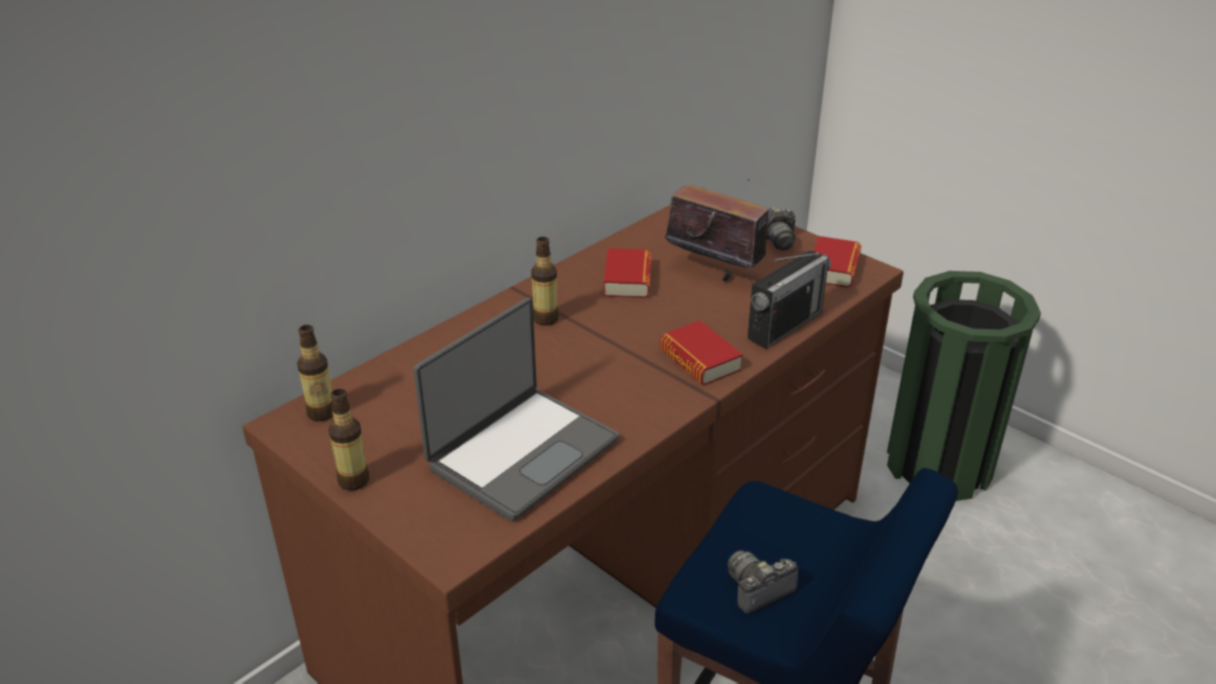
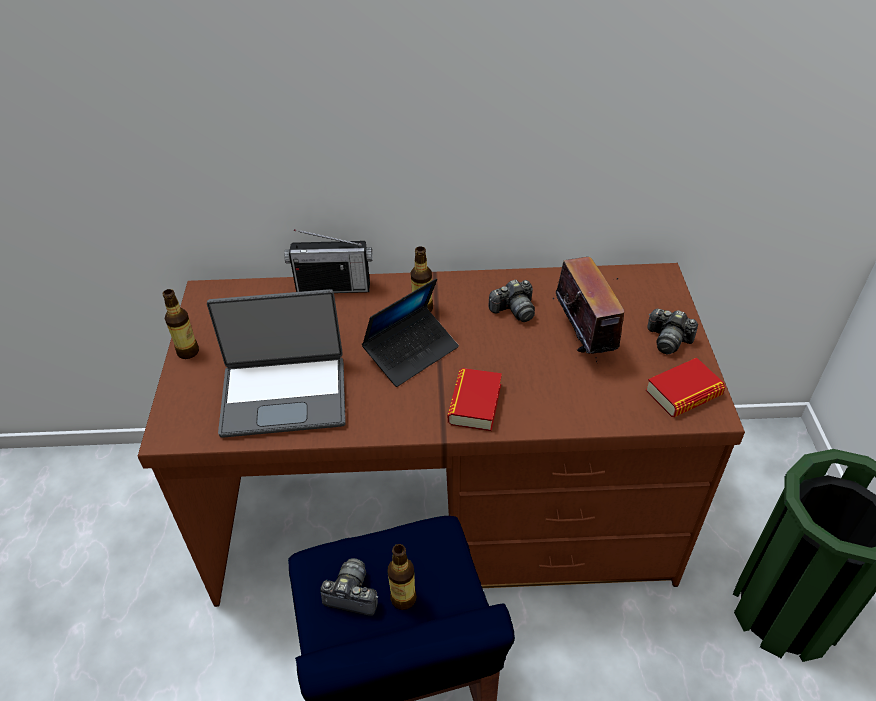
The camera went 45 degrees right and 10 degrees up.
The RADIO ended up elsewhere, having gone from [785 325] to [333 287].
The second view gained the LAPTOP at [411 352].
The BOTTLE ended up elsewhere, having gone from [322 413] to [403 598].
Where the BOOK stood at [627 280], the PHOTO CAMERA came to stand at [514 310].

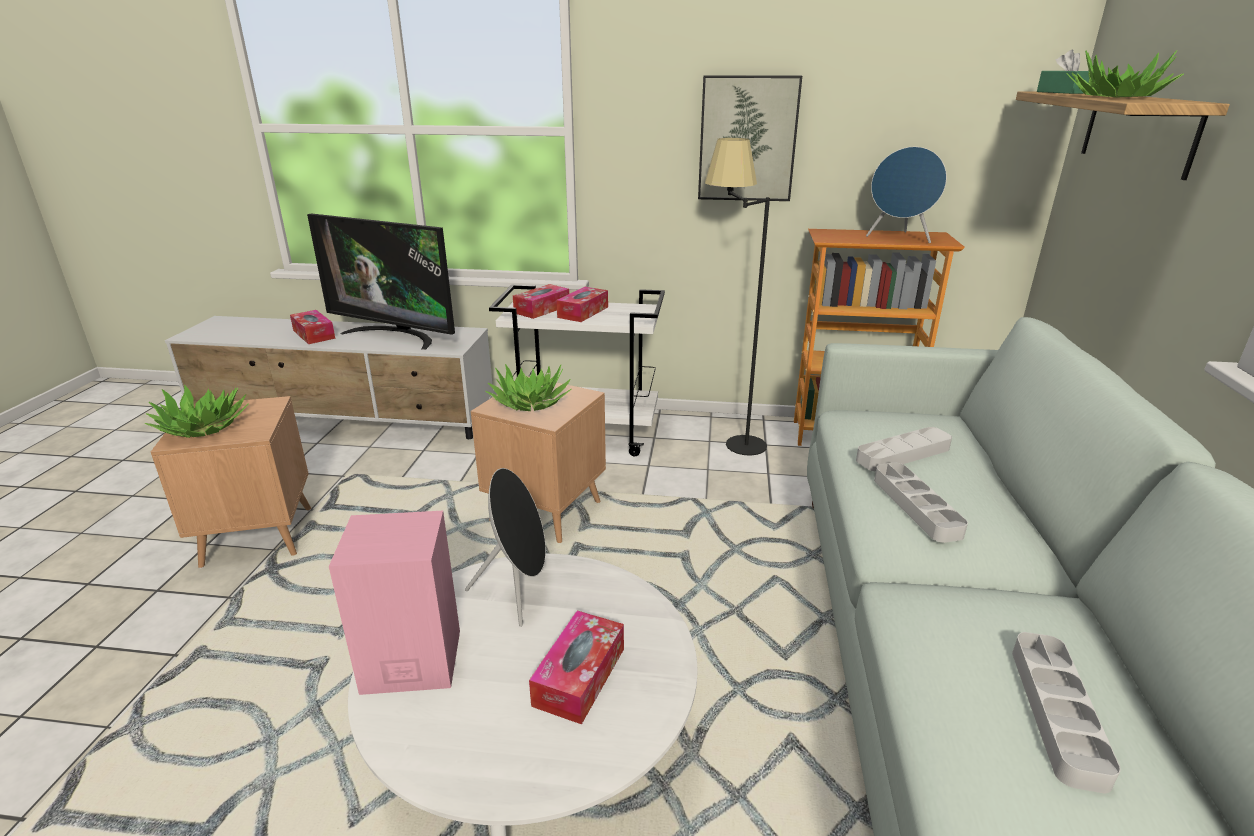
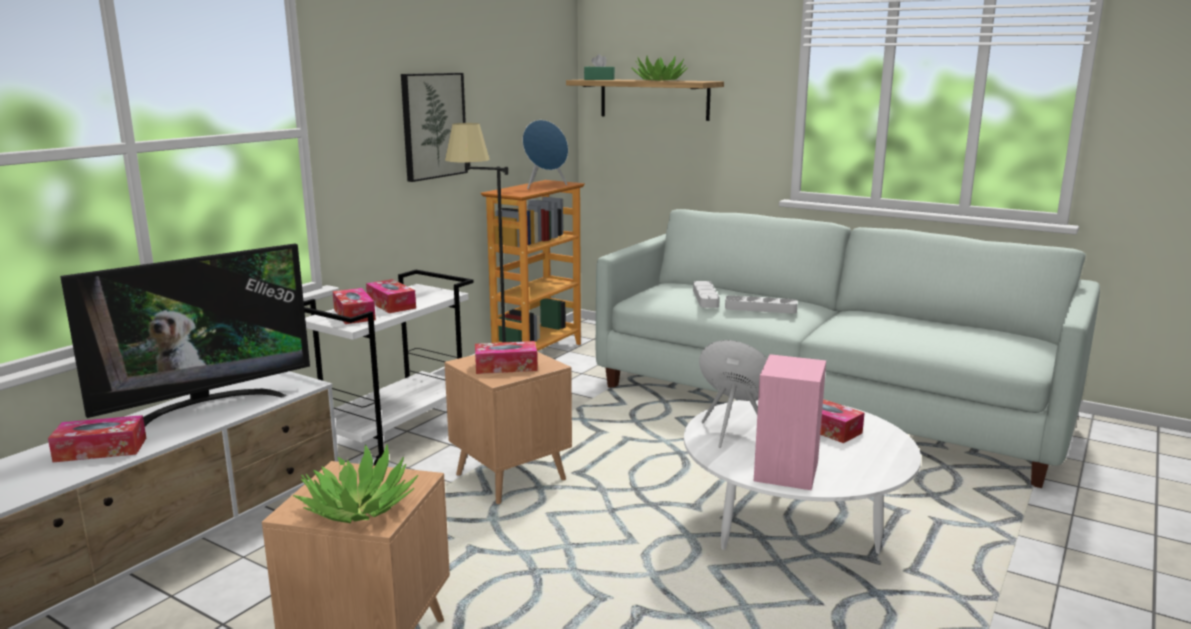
The camera went 65 degrees left and 10 degrees down.
Where the POTTED PLANT stood at [530 402], the TISSUE BOX came to stand at [506 366].
The second view lost the GREY TRAY at [1057 712].

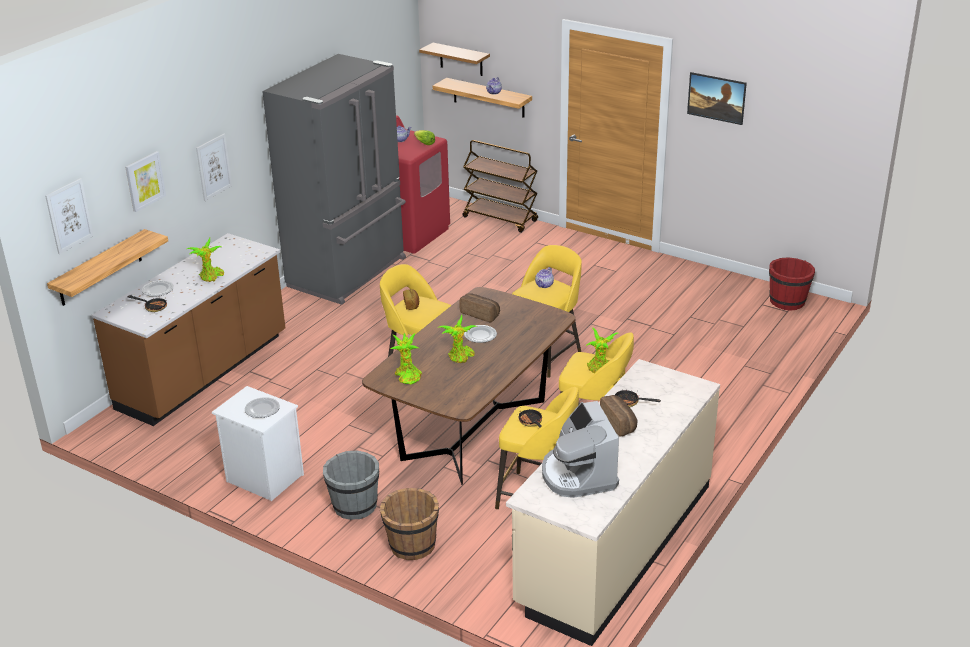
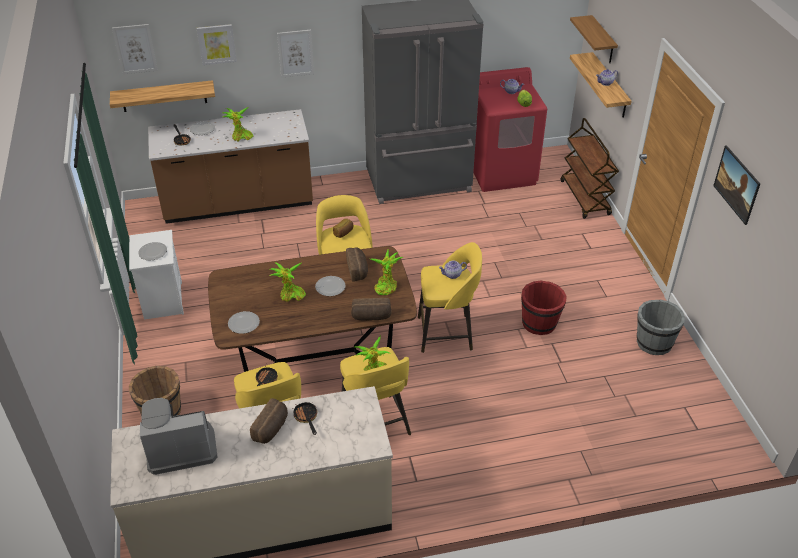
The camera went 45 degrees right and 10 degrees up.
The COFFEE MACHINE at [578 475] ended up facing another way, 45 degrees clockwise from before.
The second view gained the PLATE at [244 324].
The second view gained the BREAD at [371 317].
The POTTED PLANT ended up elsewhere, having gone from [407 376] to [386 286].
The RED BUCKET ended up elsewhere, having gone from [787 301] to [539 323].
The GREY BUCKET ended up elsewhere, having gone from [354 506] to [653 342].

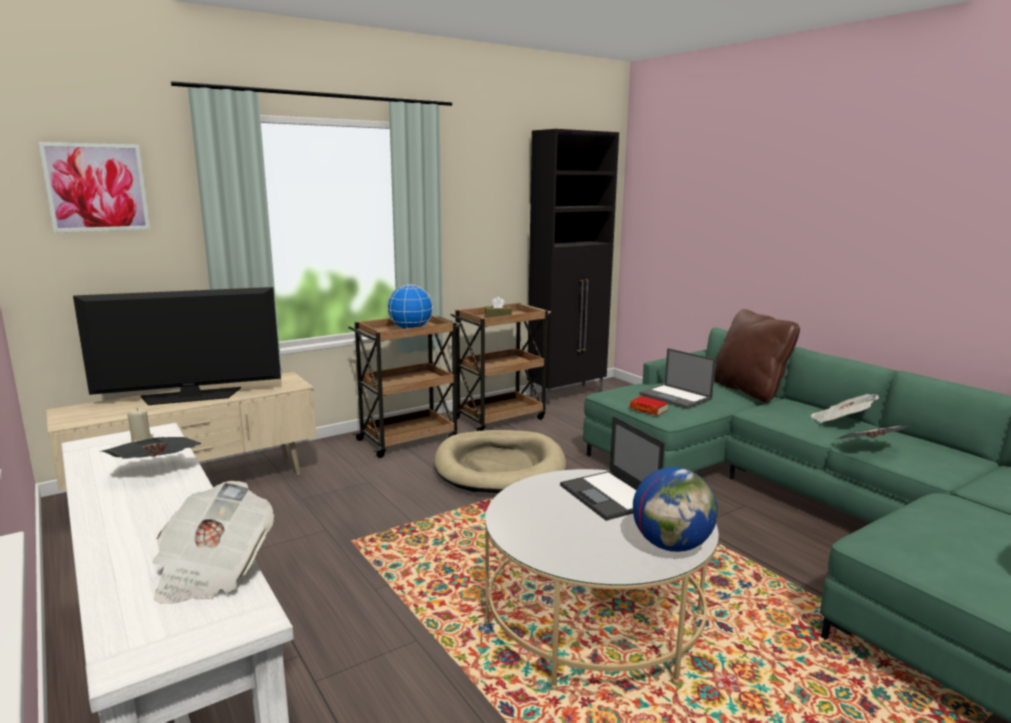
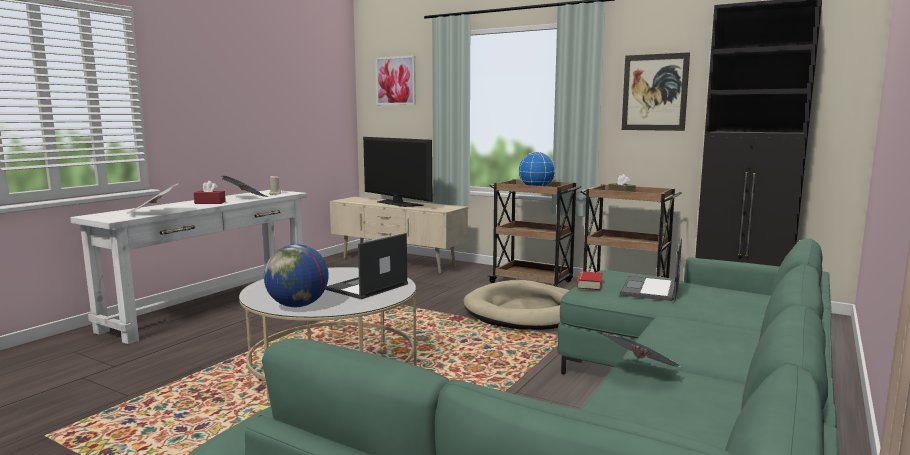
The camera went 65 degrees right and 5 degrees down.
The second view gained the RED TISSUE BOX at [210 203].
The second view gained the PICTURE at [654 92].
The second view lost the BROWN PILLOW at [750 391].
The second view lost the NEWSPAPER at [840 422].

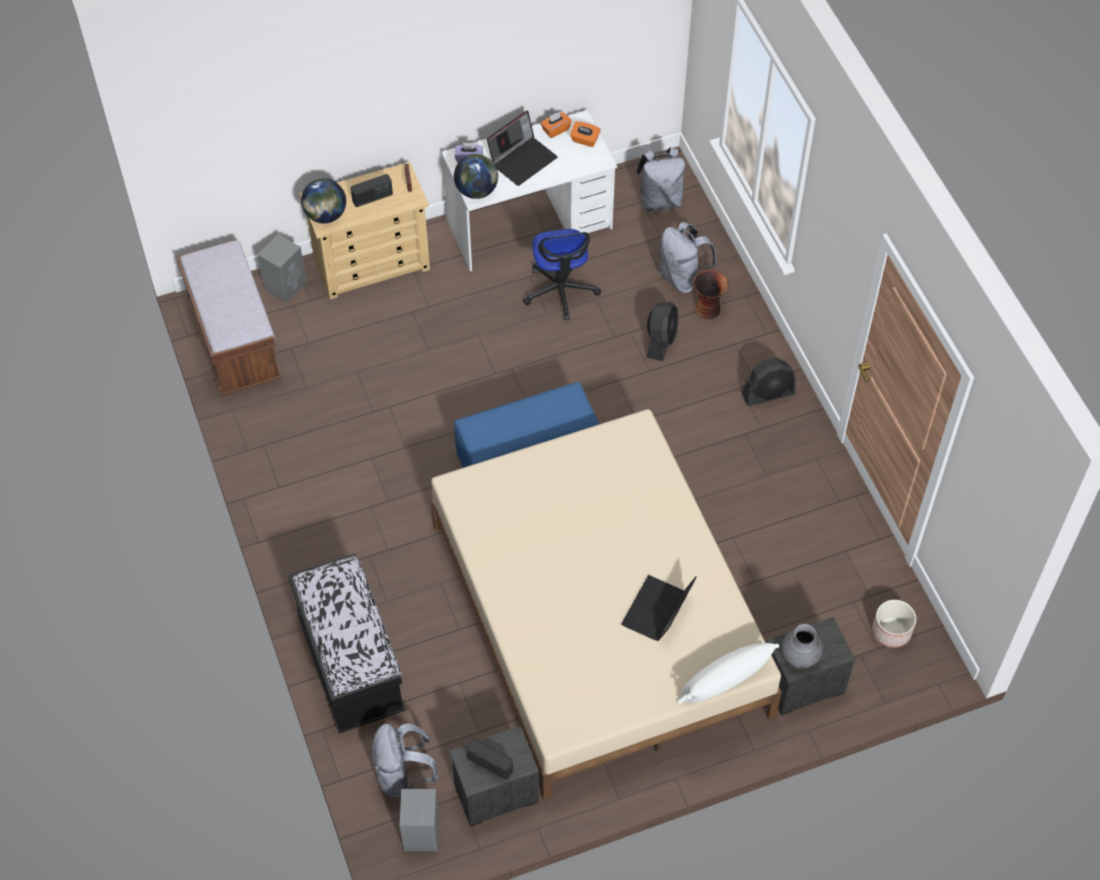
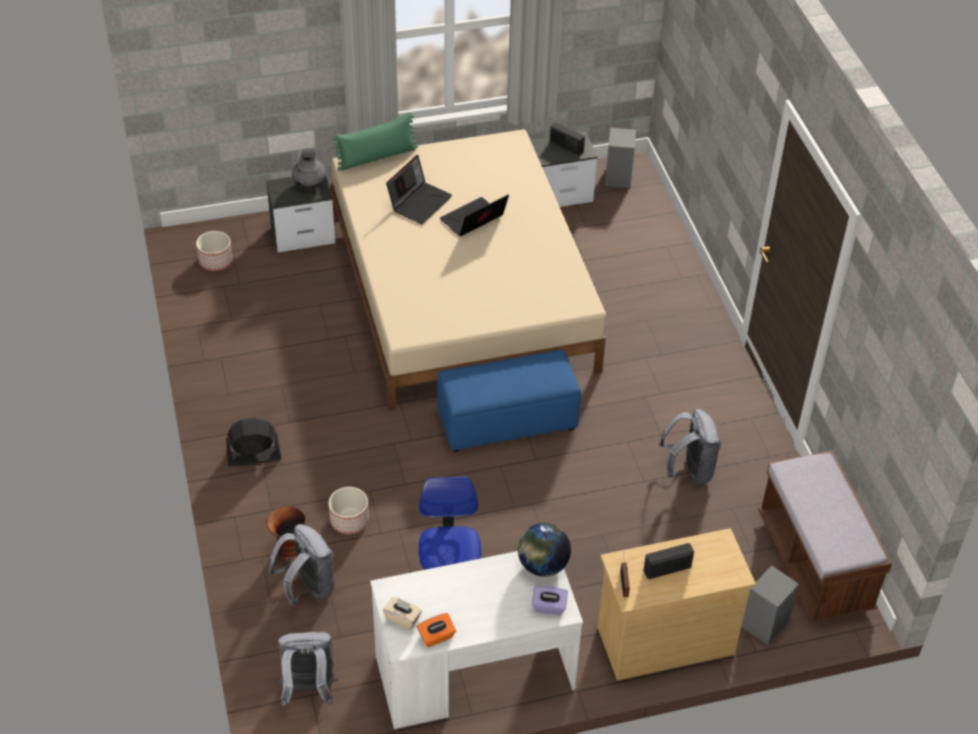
The camera went 175 degrees left and 10 degrees down.
Where the BLACK FAN stood at [661 340], the PLANTER came to stand at [349 521].
What was the WHITE PILLOW at [725 681] turned into the GREEN PILLOW at [377 157].
What was the ORANGE TISSUE BOX at [584 140] turned into the BEIGE TISSUE BOX at [402 618].
The LAPTOP ended up elsewhere, having gone from [522 159] to [473 221].
The GREY BACKPACK ended up elsewhere, having gone from [404 775] to [688 471].
The second view lost the BLACK BENCH at [350 664].
The second view lost the GLOBE at [325 215].

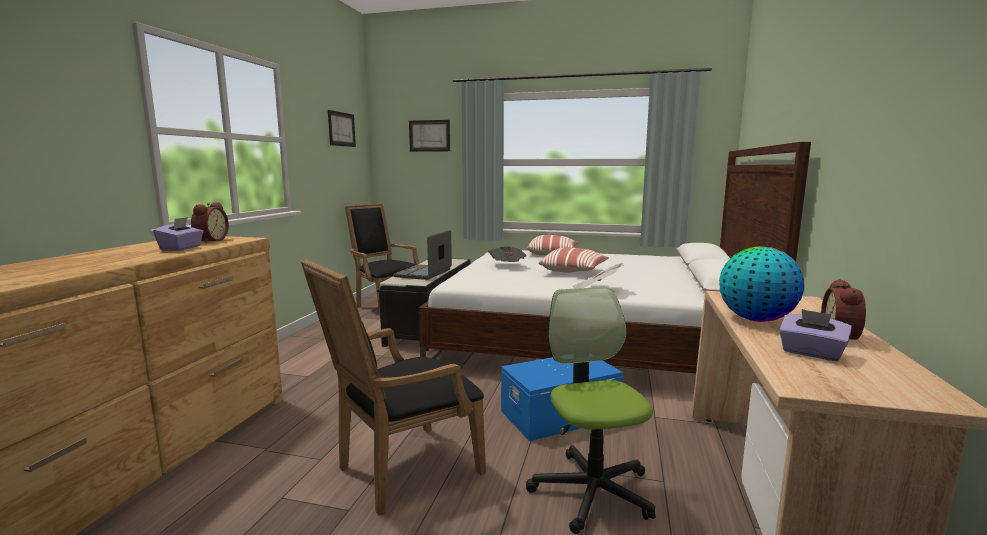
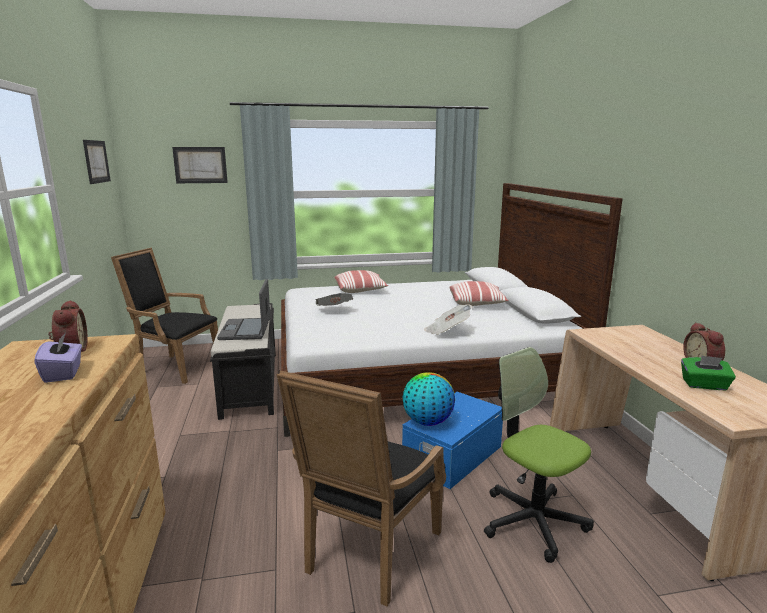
The camera went 25 degrees left and 5 degrees up.
The GLOBE ended up elsewhere, having gone from [755 319] to [427 422].
The PILLOW ended up elsewhere, having gone from [574 271] to [477 303].
What was the PURPLE TISSUE BOX at [811 353] turned into the GREEN TISSUE BOX at [704 385].

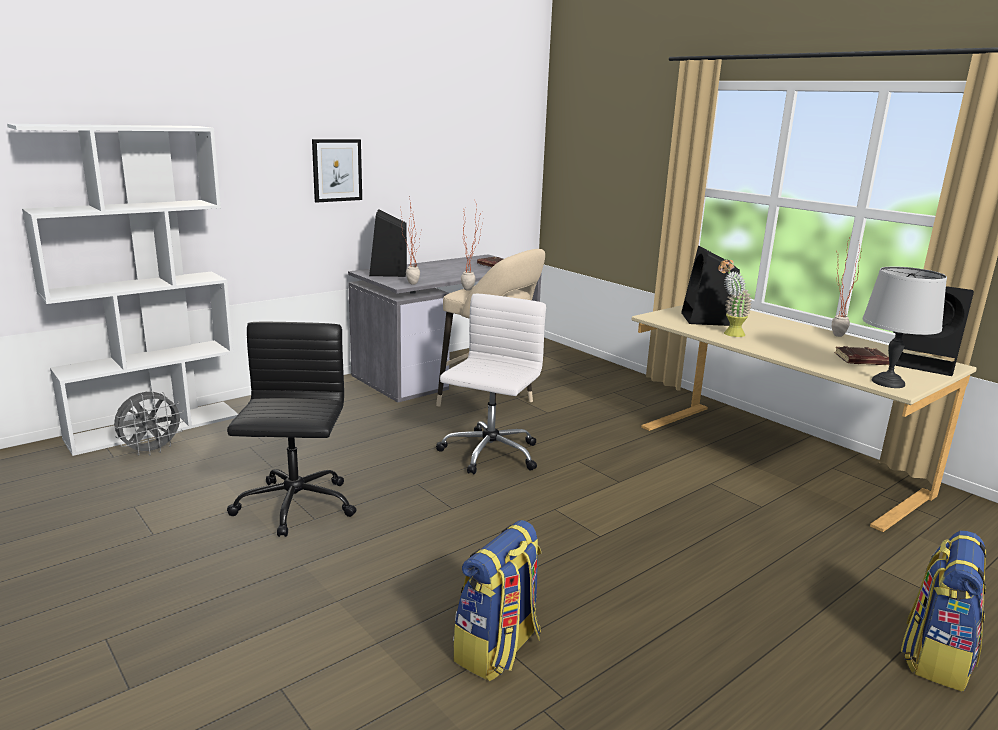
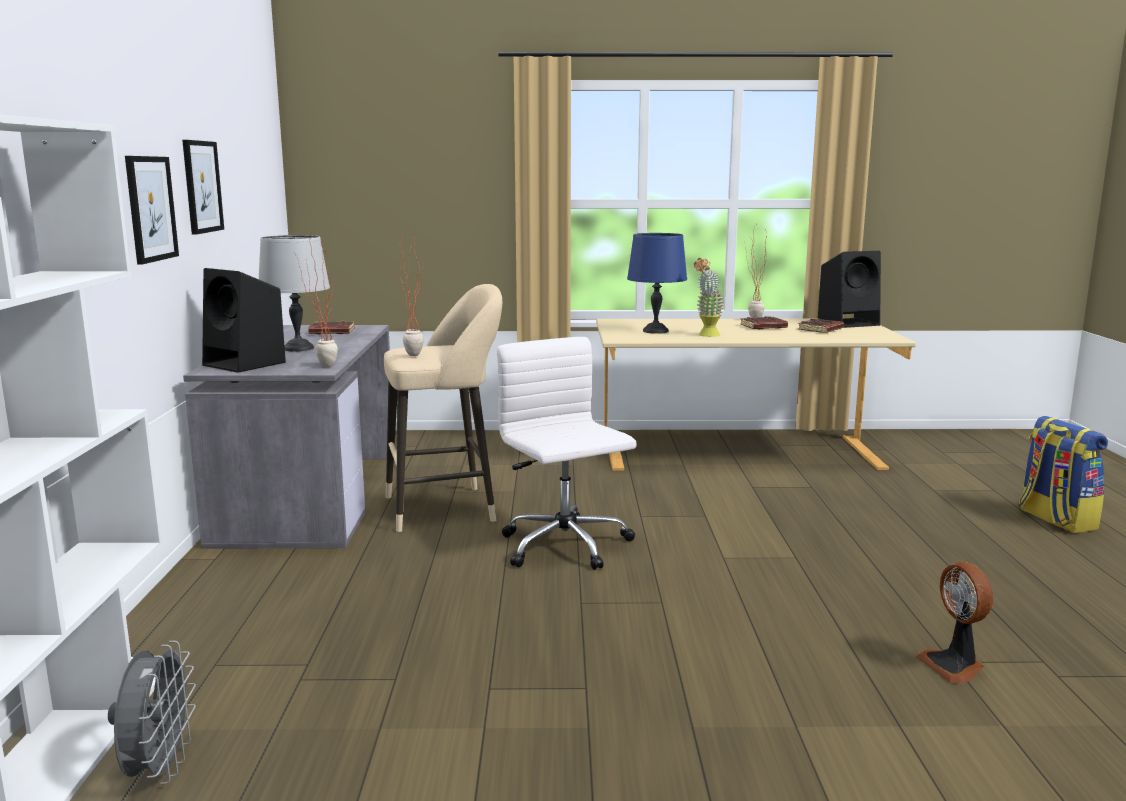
The camera went 50 degrees left and 5 degrees down.
The second view gained the PICTURE at [202 186].
The GREY TABLE LAMP ended up elsewhere, having gone from [889 383] to [299 348].
Where the BLACK SPEAKER stood at [706 319], the BLUE TABLE LAMP came to stand at [656 331].
The second view gained the BROWN BOOK at [763 327].
Where the BACKPACK stood at [498 650], the FAN came to stand at [954 666].
The second view lost the BLACK OFFICE CHAIR at [294 507].

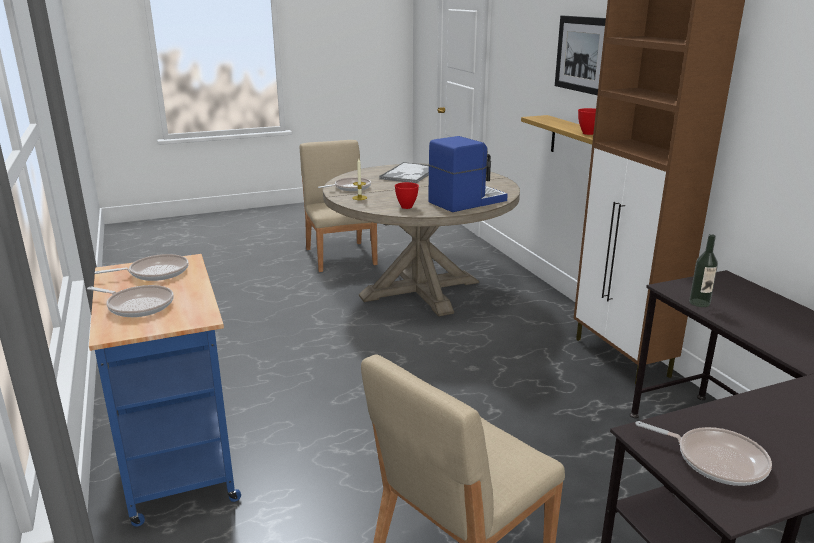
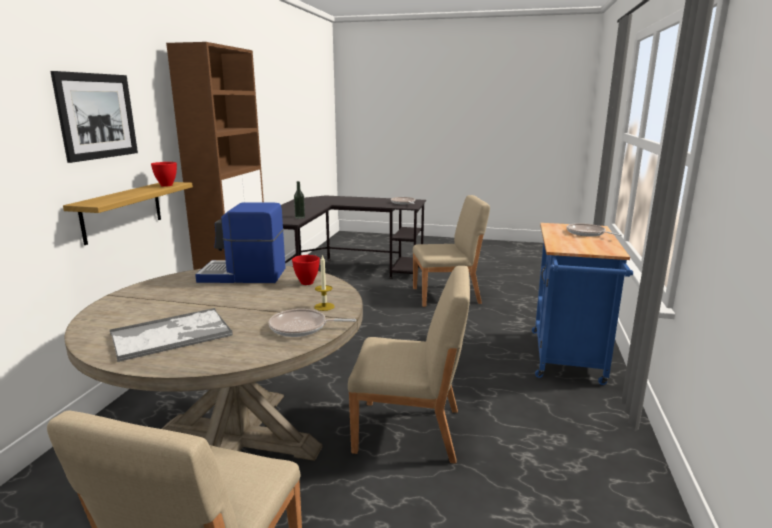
The camera went 145 degrees left and 5 degrees down.
The second view gained the BEIGE CHAIR at [409 431].
The second view lost the FRYING PAN at [155 272].

